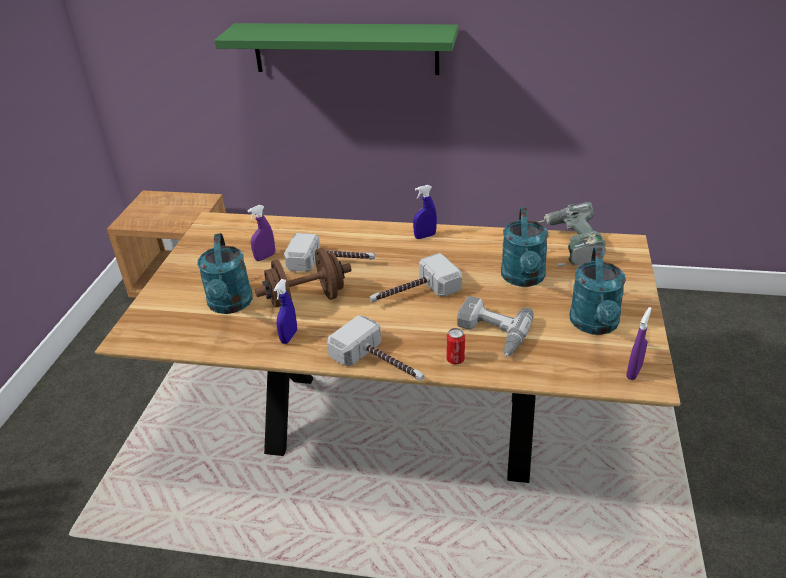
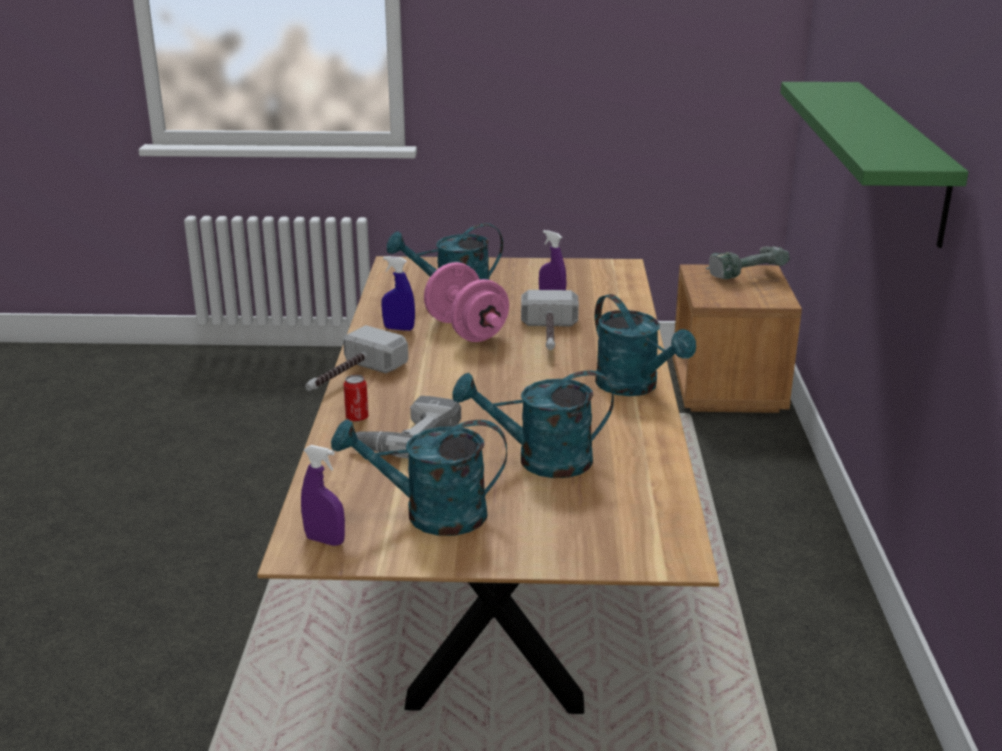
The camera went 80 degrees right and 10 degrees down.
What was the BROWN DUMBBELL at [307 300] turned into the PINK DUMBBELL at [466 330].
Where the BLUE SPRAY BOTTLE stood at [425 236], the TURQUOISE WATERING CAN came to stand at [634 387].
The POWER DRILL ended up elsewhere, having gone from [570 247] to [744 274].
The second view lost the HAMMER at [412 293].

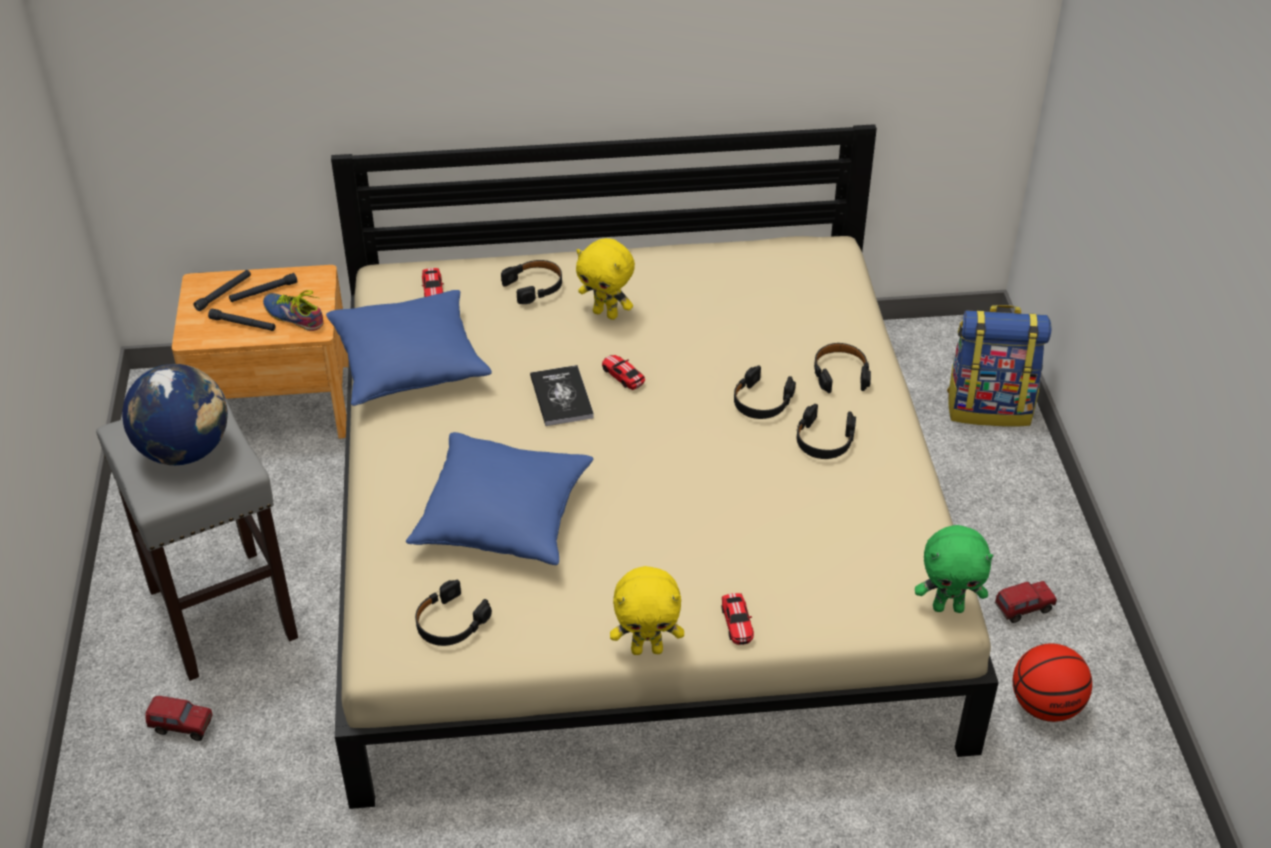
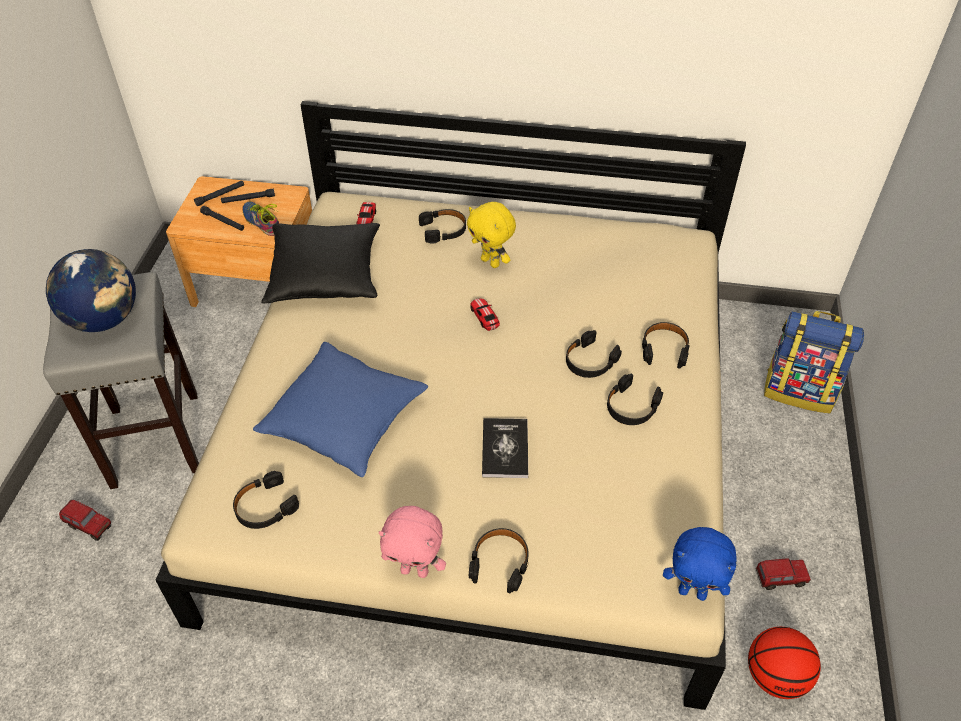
The camera went 15 degrees right and 5 degrees up.
What was the BLUE PILLOW at [409 363] turned into the BLACK PILLOW at [325 275].
What was the YELLOW PLUSH TOY at [647 649] turned into the PINK PLUSH TOY at [415 570].
Where the TOY CAR stood at [737 622], the BLACK HEADPHONES came to stand at [500 563].
The BOOK ended up elsewhere, having gone from [561 397] to [505 449].
What was the GREEN PLUSH TOY at [948 607] turned into the BLUE PLUSH TOY at [693 592].

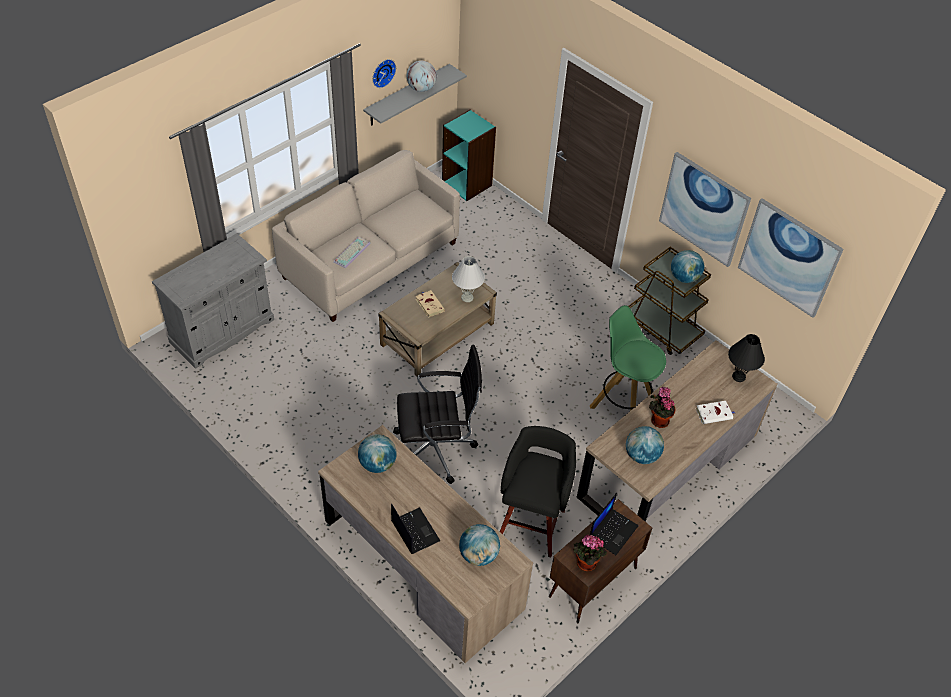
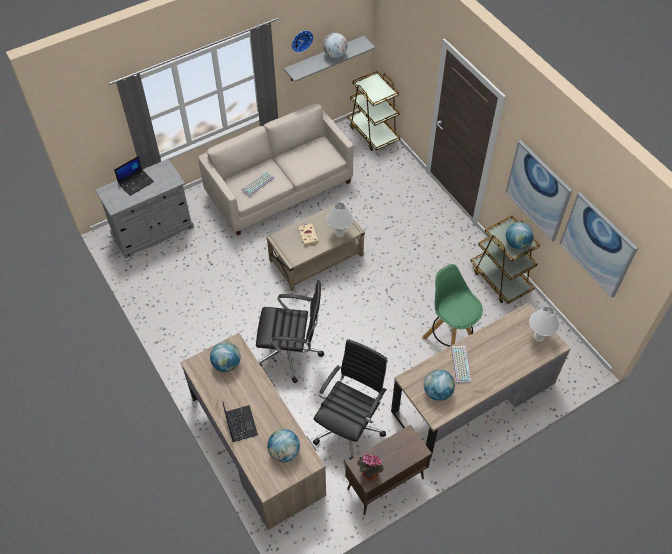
The camera went 15 degrees right and 5 degrees up.
The LAPTOP ended up elsewhere, having gone from [613 531] to [136 182].
Where the BLACK STOOL stood at [532 523], the BLACK OFFICE CHAIR came to stand at [349 426].
Where the TURQUOISE BOOKCASE stood at [467 184], the BROWN CART came to stand at [373 133].
Where the POTTED PLANT stood at [658 420], the KEYBOARD came to stand at [460 364].
What was the BLACK TABLE LAMP at [738 376] turned into the WHITE TABLE LAMP at [538 337].
The second view lost the WHITE BOOK at [714 413].

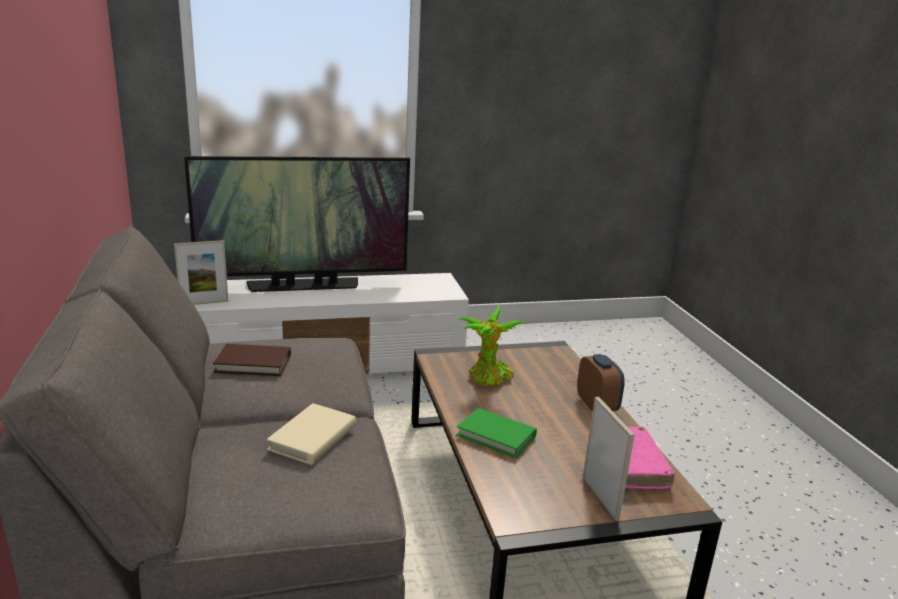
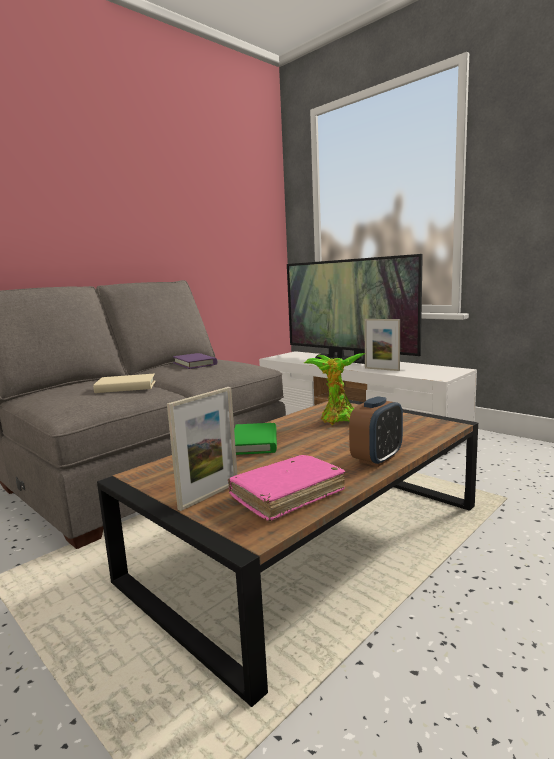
The camera went 60 degrees right and 10 degrees down.
What was the BROWN BOOK at [253 363] turned into the PURPLE BOOK at [195 364].
The PICTURE FRAME ended up elsewhere, having gone from [204 303] to [382 369].

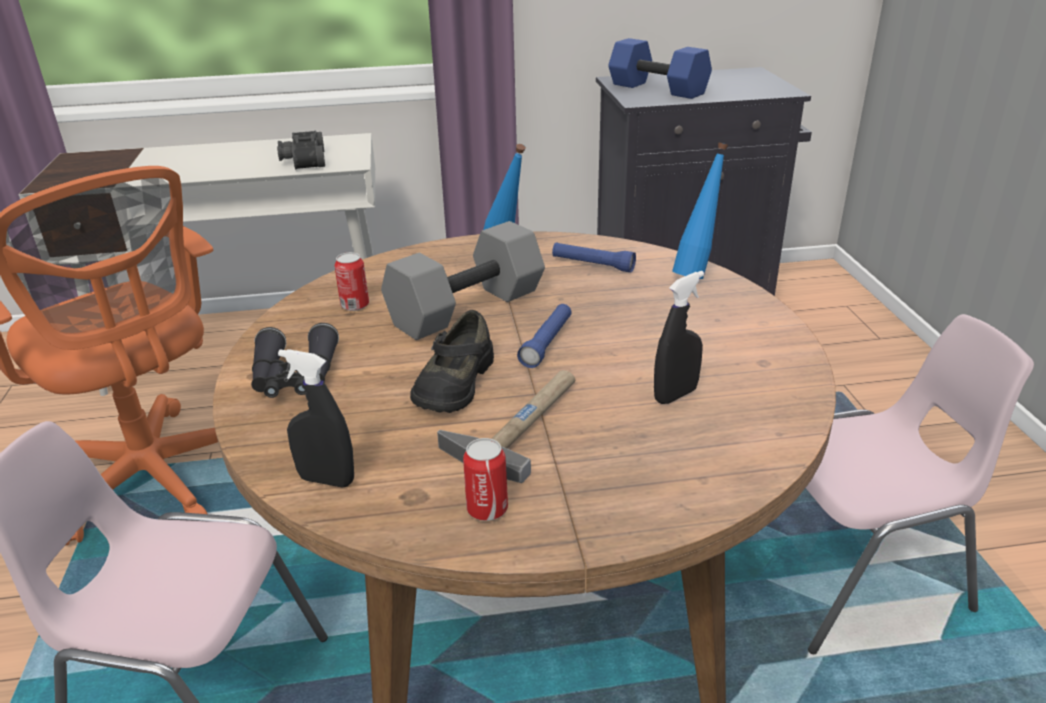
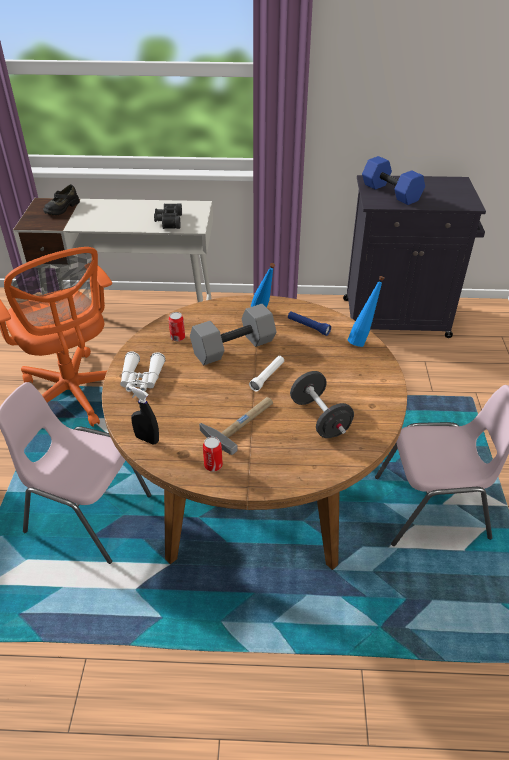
The camera went 10 degrees right and 10 degrees up.
The BLACK SHOE ended up elsewhere, having gone from [454 383] to [61 208].
What was the BLACK BINOCULARS at [295 376] turned into the WHITE BINOCULARS at [141 379].
What was the BLUE FLASHLIGHT at [547 343] turned into the WHITE FLASHLIGHT at [267 377].
Where the BLACK SPRAY BOTTLE stood at [675 395], the BLACK DUMBBELL came to stand at [319 418].

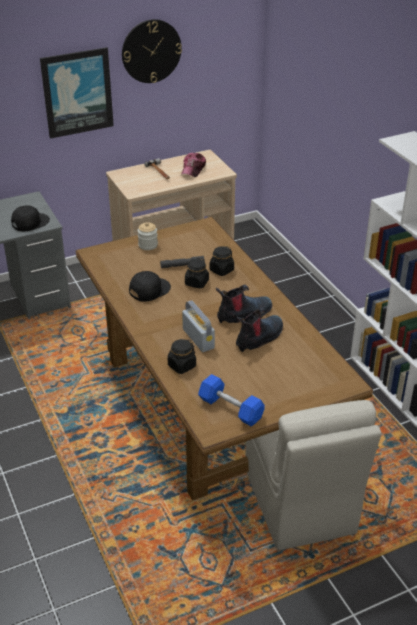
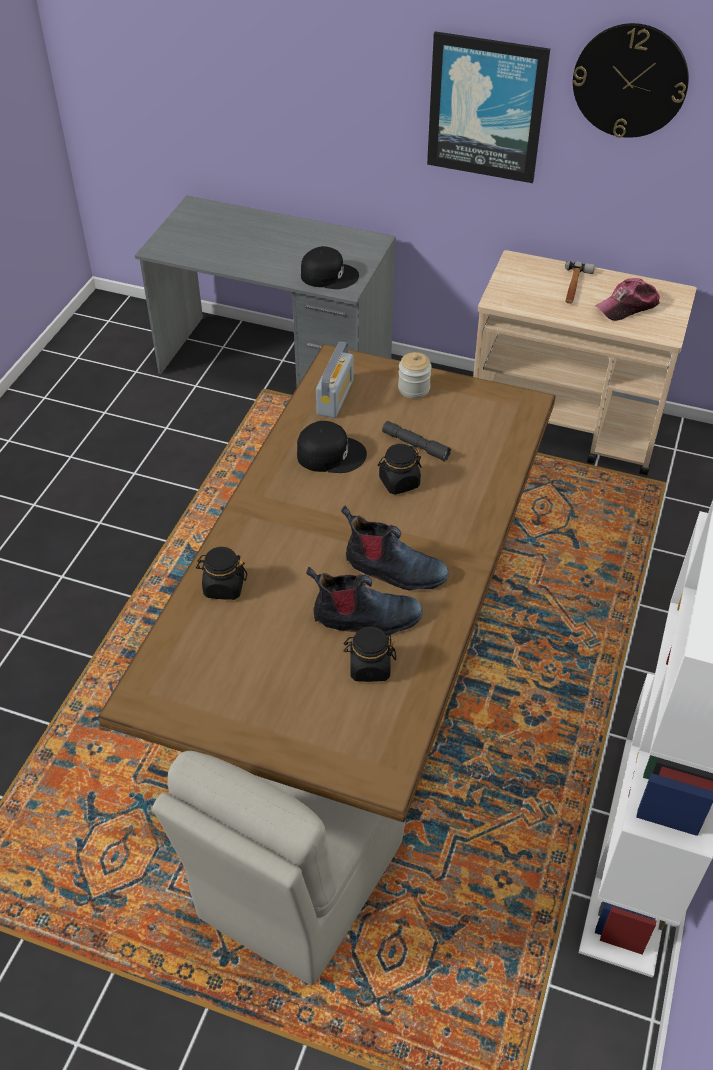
The camera went 45 degrees right and 10 degrees up.
The RADIO ended up elsewhere, having gone from [198 338] to [335 397].
The BLACK JAR ended up elsewhere, having gone from [221 270] to [369 667].
The second view lost the BLUE DUMBBELL at [231 409].

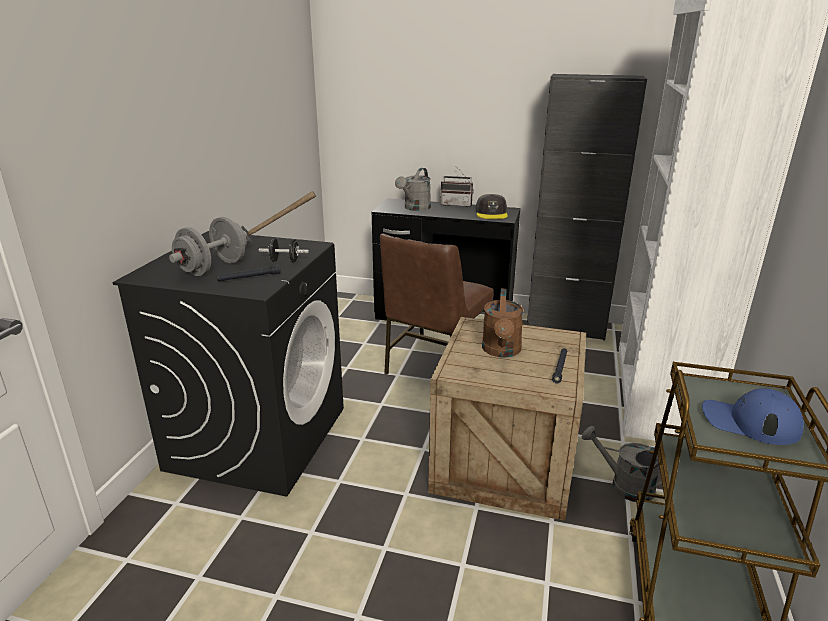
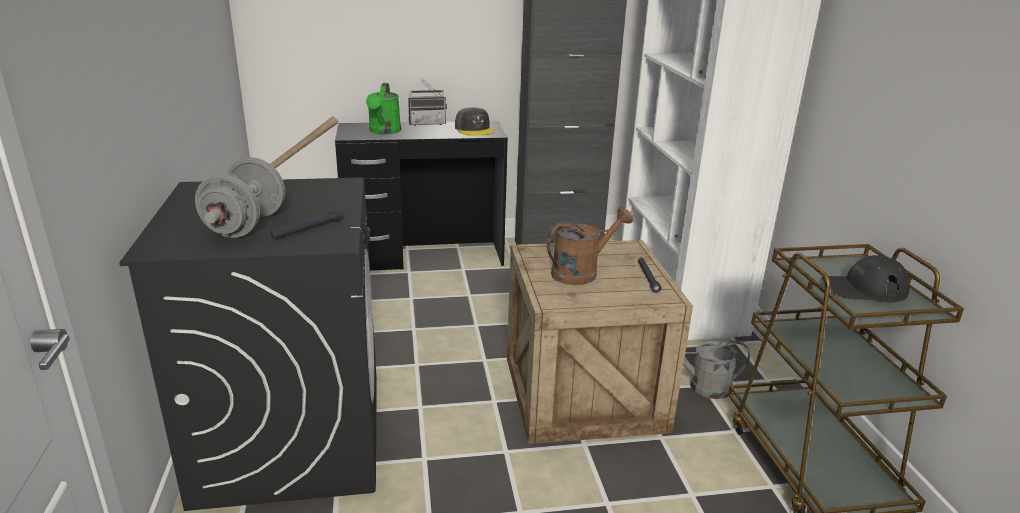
The camera went 25 degrees left and 0 degrees up.
What was the GREY WATERING CAN at [415 208] turned into the GREEN WATERING CAN at [384 131].
The BROWN WATERING CAN at [501 351] ended up facing another way, 105 degrees counterclockwise from before.
What was the BLUE CAP at [749 422] turned into the BLACK CAP at [864 288].
The second view lost the BLACK DUMBBELL at [284 261].
The second view lost the BROWN CHAIR at [434 364].

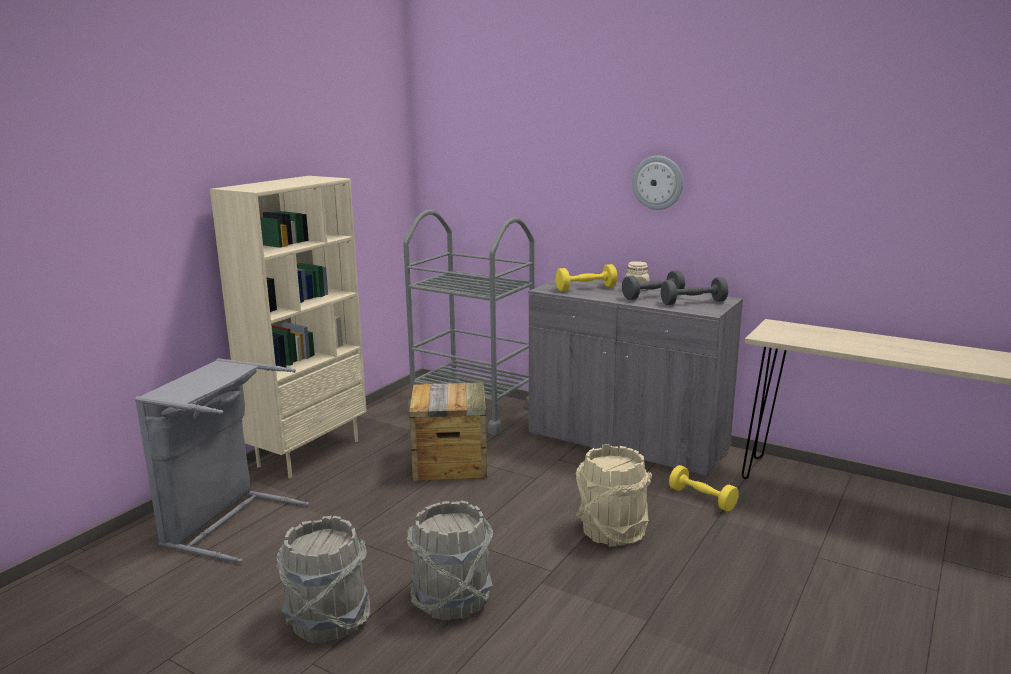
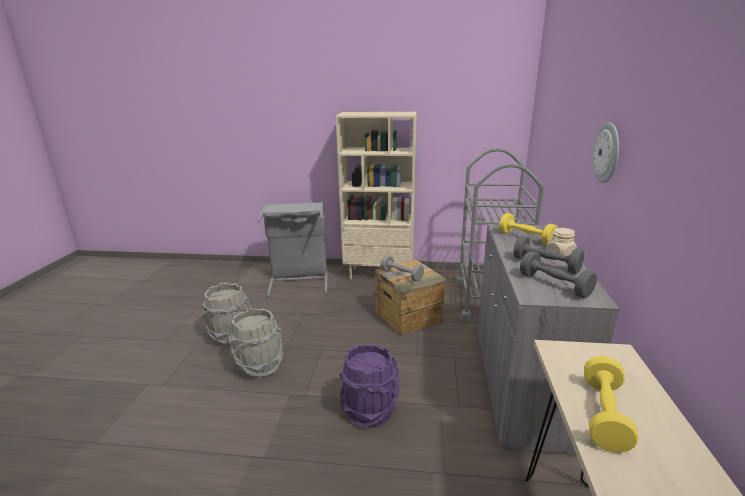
The camera went 65 degrees right and 5 degrees up.
What was the BEIGE BUCKET at [612 531] turned into the PURPLE BUCKET at [370 410].
The second view gained the GREY DUMBBELL at [401 275].
The YELLOW DUMBBELL ended up elsewhere, having gone from [702 499] to [604 415].

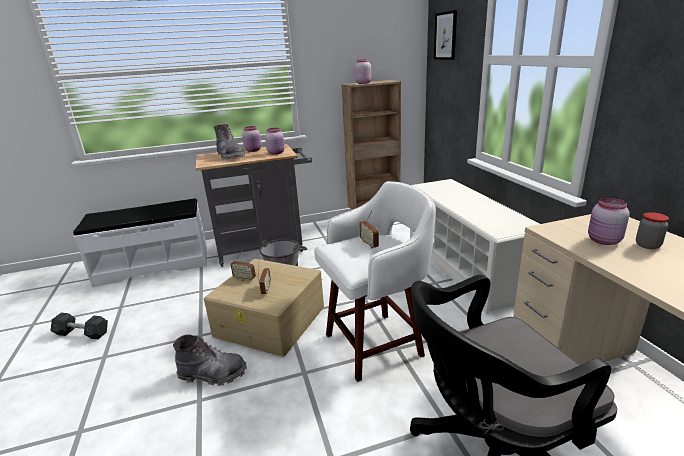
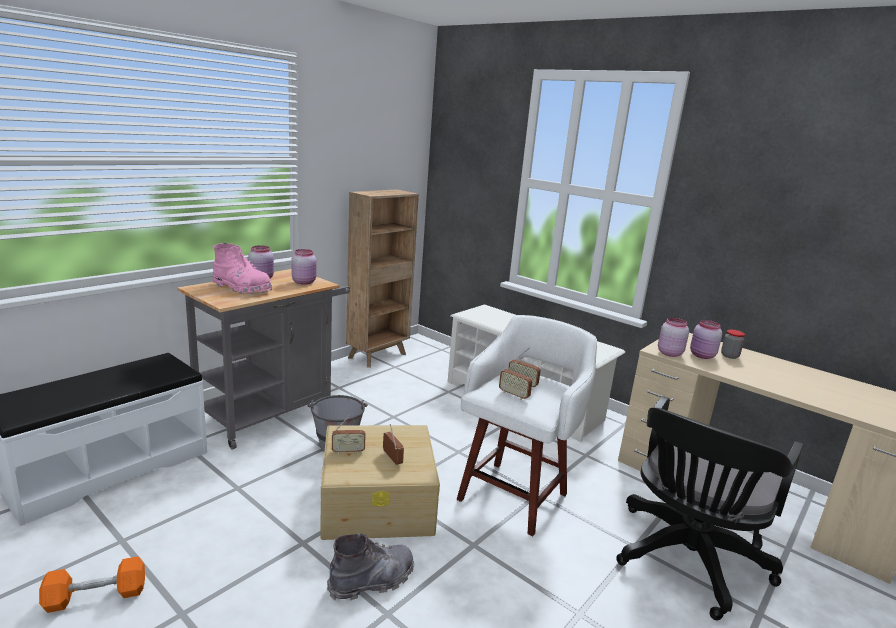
The camera went 35 degrees left and 5 degrees down.
What was the GREY DUMBBELL at [82 333] turned into the ORANGE DUMBBELL at [96 596].
What was the GREY BOOT at [230 156] turned into the PINK BOOT at [242 288].
The second view gained the RADIO at [514 395].
The PINK JAR ended up elsewhere, having gone from [363 83] to [669 353].
The second view lost the PICTURE at [445 36].

